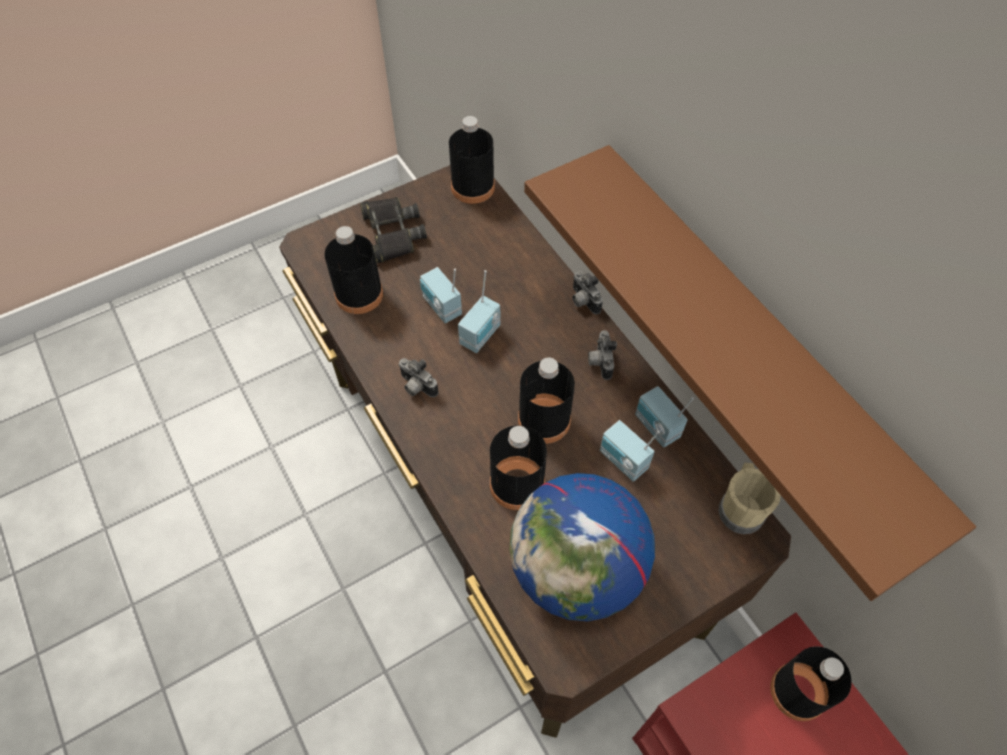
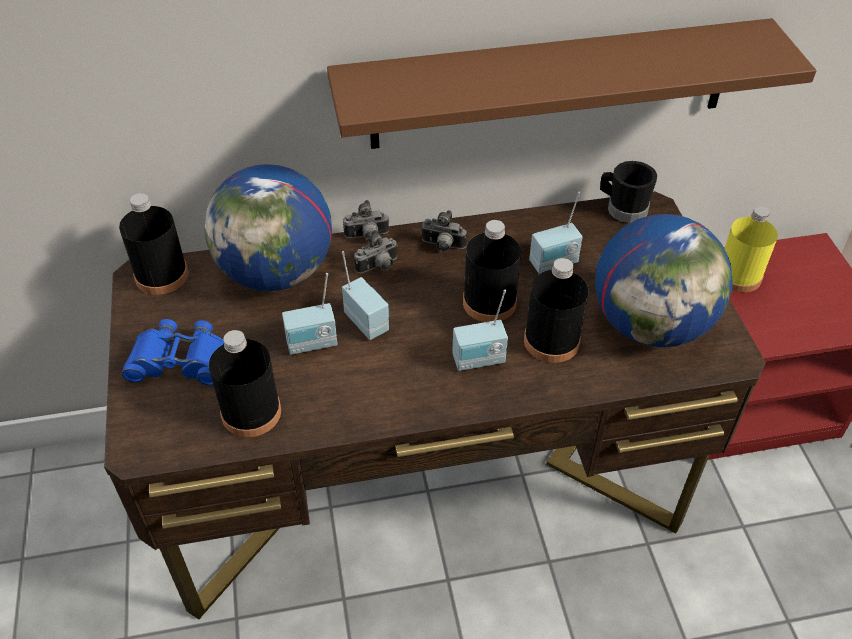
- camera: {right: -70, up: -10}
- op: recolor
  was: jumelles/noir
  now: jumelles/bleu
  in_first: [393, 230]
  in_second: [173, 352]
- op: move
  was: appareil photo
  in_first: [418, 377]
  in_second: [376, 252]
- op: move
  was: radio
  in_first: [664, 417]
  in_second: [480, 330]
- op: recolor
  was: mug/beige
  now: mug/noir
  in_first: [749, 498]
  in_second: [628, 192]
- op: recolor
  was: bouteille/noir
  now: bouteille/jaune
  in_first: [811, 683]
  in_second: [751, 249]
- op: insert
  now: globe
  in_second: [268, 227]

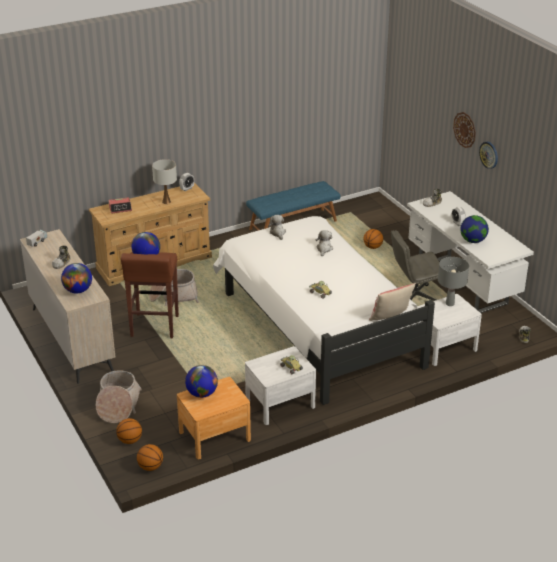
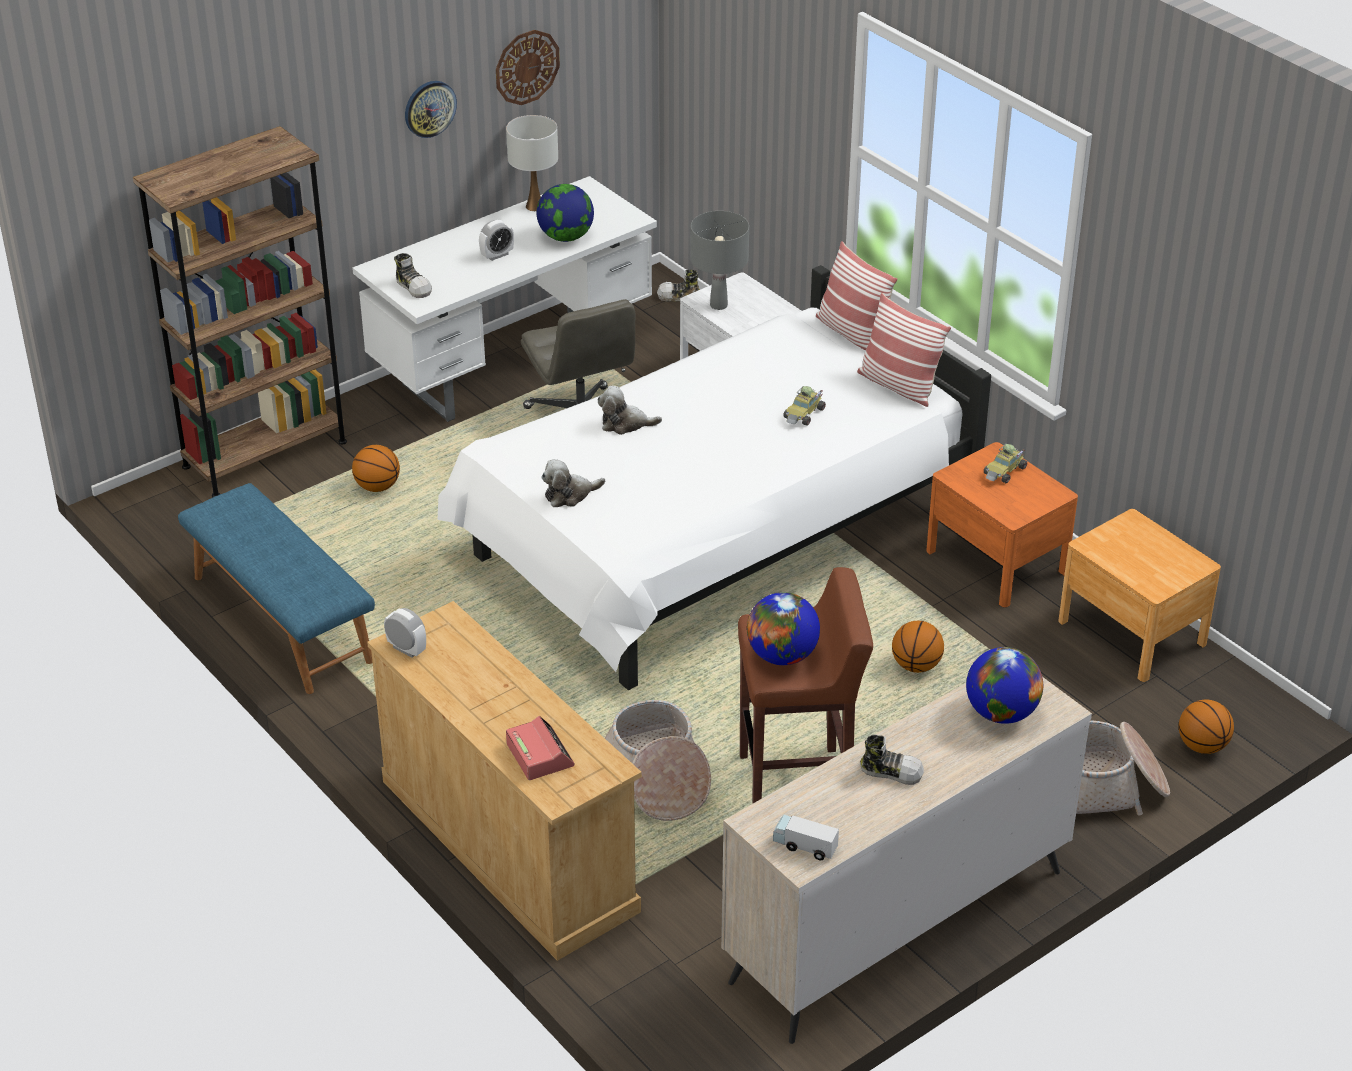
- camera: {right: -100, up: 5}
- op: move
  was: horloge murale
  in_first: [464, 130]
  in_second: [528, 67]
- op: move
  was: lampe de table/blanc
  in_first: [164, 181]
  in_second: [532, 163]
- op: recolor
  was: table de chevet/blanc
  now: table de chevet/orange
  in_first: [280, 385]
  in_second: [1002, 525]
- op: delete
  was: globe
  in_first: [201, 381]
- op: move
  was: ballon de basket
  in_first: [150, 457]
  in_second: [918, 647]
- op: insert
  now: bibliothèque/marron
  in_second: [240, 312]
- op: insert
  now: coussin
  in_second: [904, 350]

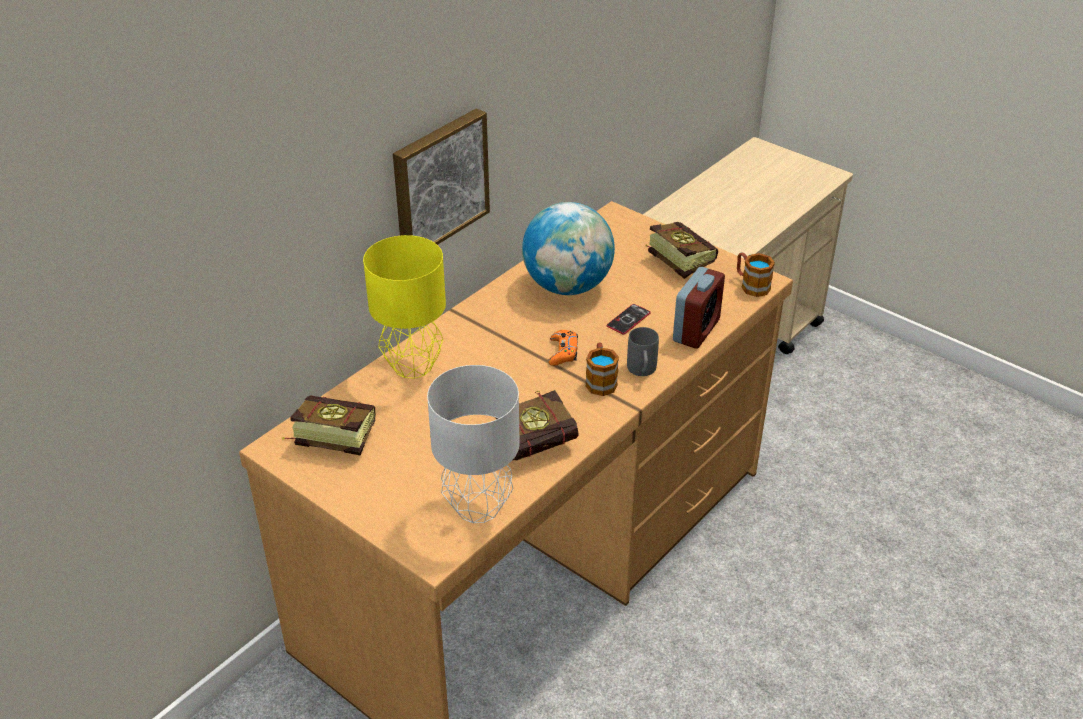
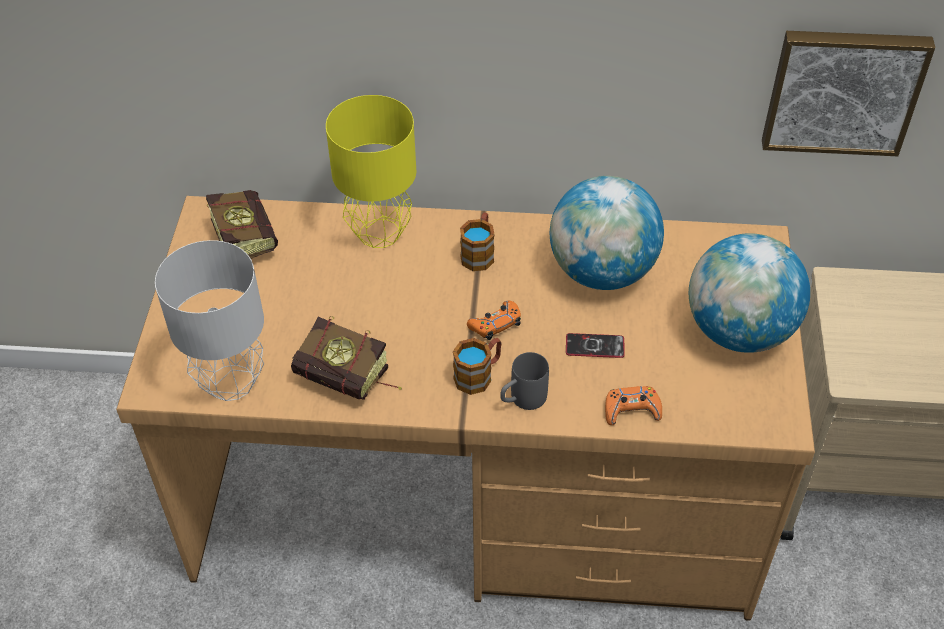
- camera: {right: 55, up: 10}
- op: move
  was: tableau
  in_first: [441, 176]
  in_second: [848, 93]
- op: replace
  was: livre
  now: globe
  in_first: [682, 250]
  in_second: [749, 293]
- op: move
  was: mug
  in_first: [756, 275]
  in_second: [477, 242]
- op: replace
  was: réveil
  now: manette/orange
  in_first: [699, 308]
  in_second: [633, 405]

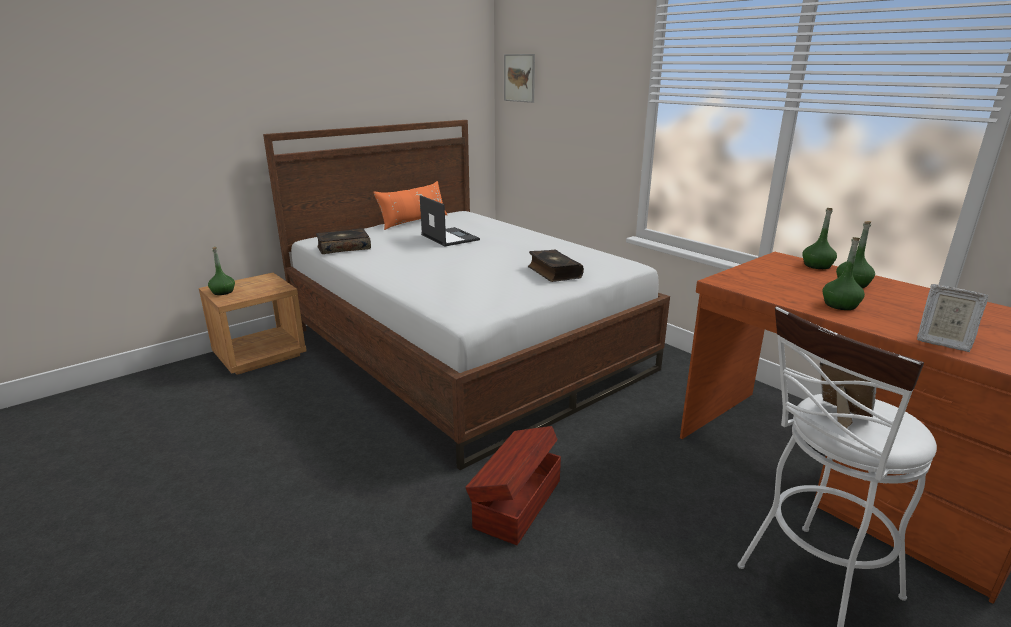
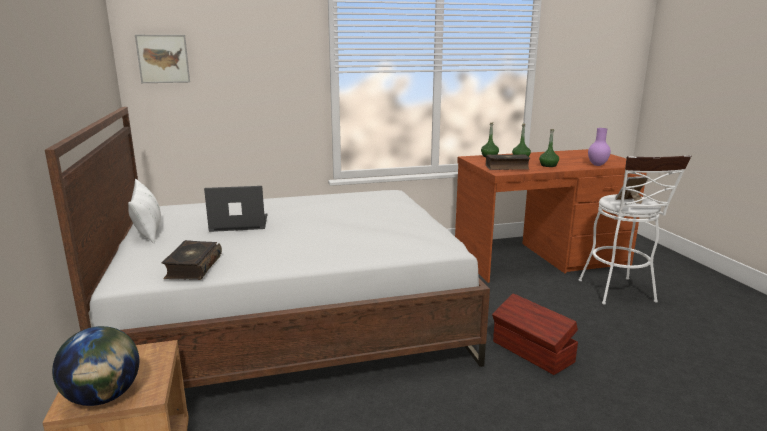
- camera: {right: -65, up: -5}
- op: recolor
  was: coussin/orange
  now: coussin/blanc
  in_first: [410, 205]
  in_second: [144, 211]
- op: replace
  was: bouteille/vert
  now: globe
  in_first: [221, 271]
  in_second: [95, 366]
- op: move
  was: livre
  in_first: [556, 266]
  in_second: [508, 162]
- op: replace
  was: cadre photo
  now: vase/violet
  in_first: [953, 318]
  in_second: [599, 147]

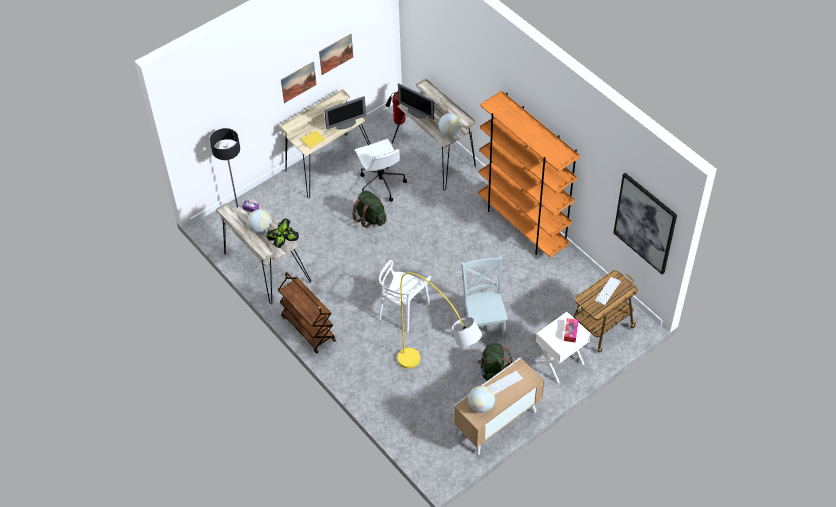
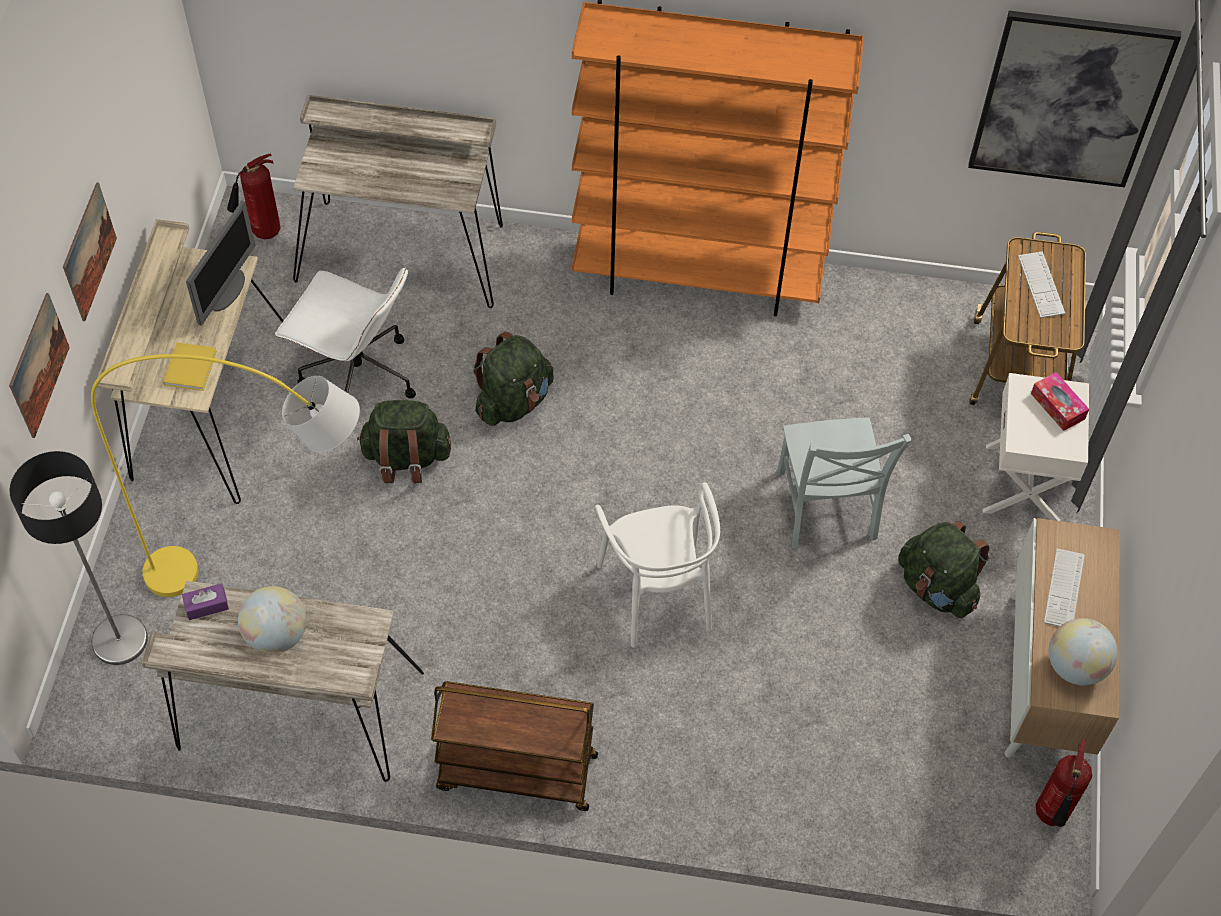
- camera: {right: -45, up: 5}
- op: move
  was: tableau
  in_first: [336, 54]
  in_second: [39, 365]
- op: delete
  was: écran d'ordinateur
  in_first: [416, 101]
- op: delete
  was: globe
  in_first: [450, 124]
- op: delete
  was: plante en pot
  in_first: [282, 233]
- op: rotate
  was: chaise/gris
  in_first: [484, 297]
  in_second: [844, 482]
  clockwise: -135
- op: move
  was: lampadaire/jaune
  in_first: [440, 320]
  in_second: [225, 475]
- op: insert
  now: sac à dos/vert
  in_second: [513, 379]
- op: insert
  now: extincteur
  in_second: [1064, 783]

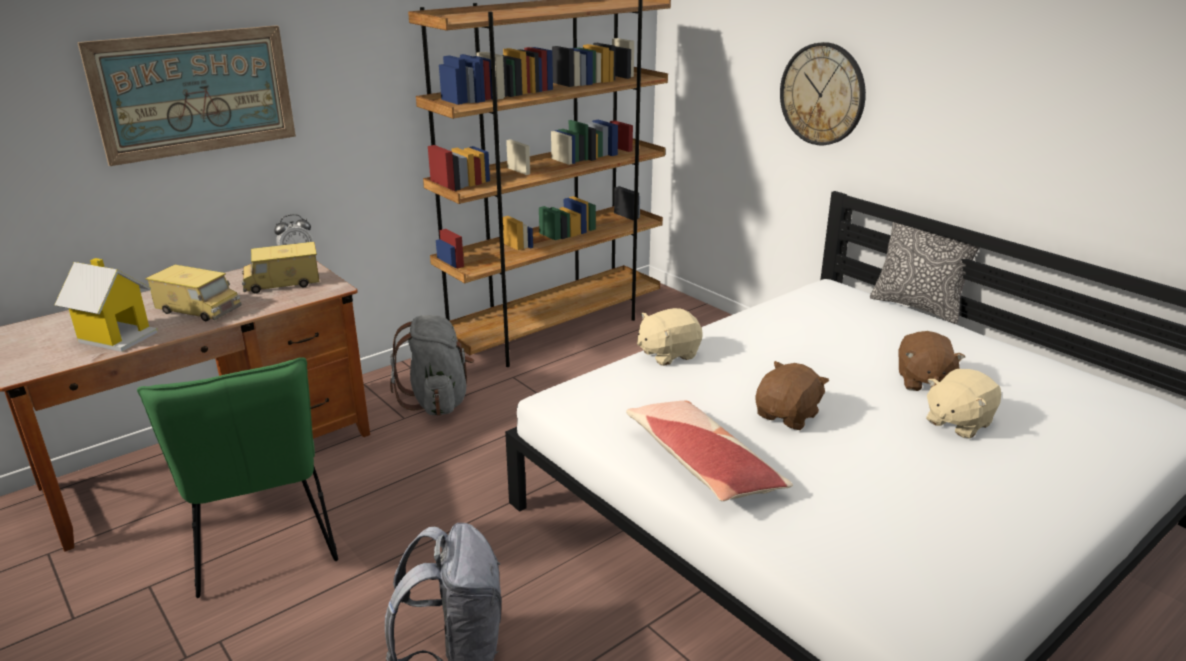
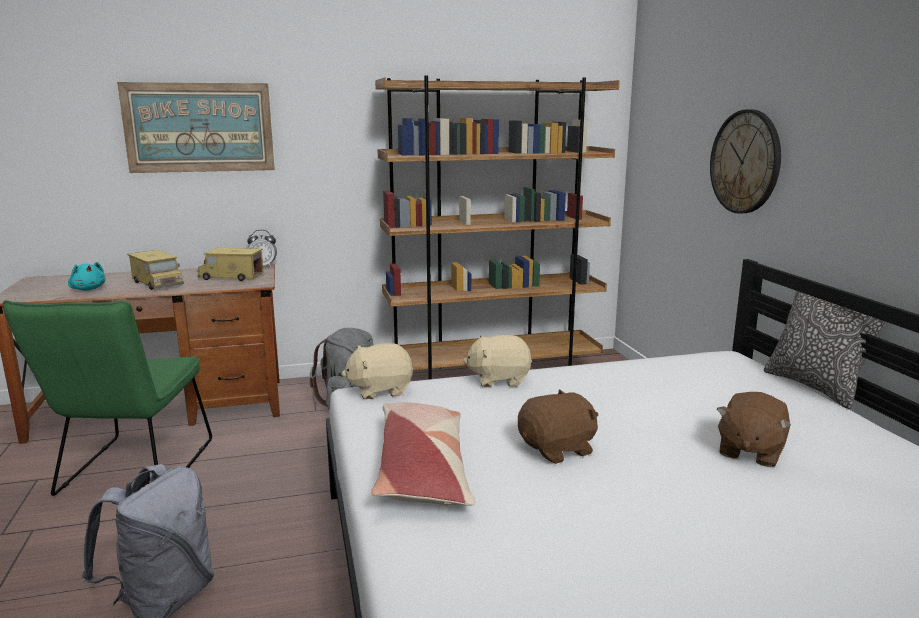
- camera: {right: 25, up: -10}
- op: replace
  was: maison miniature
  now: peluche/turquoise
  in_first: [106, 305]
  in_second: [87, 276]
- op: move
  was: peluche/beige
  in_first: [963, 404]
  in_second: [377, 371]

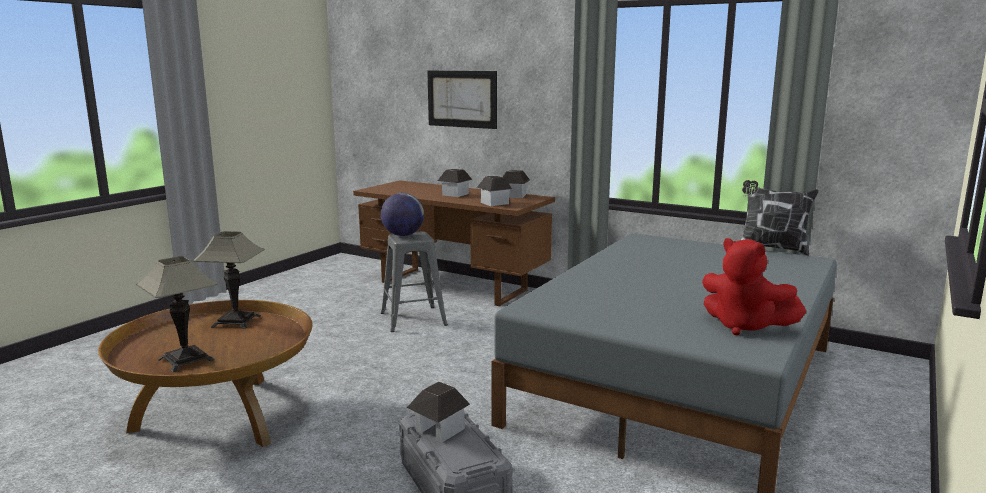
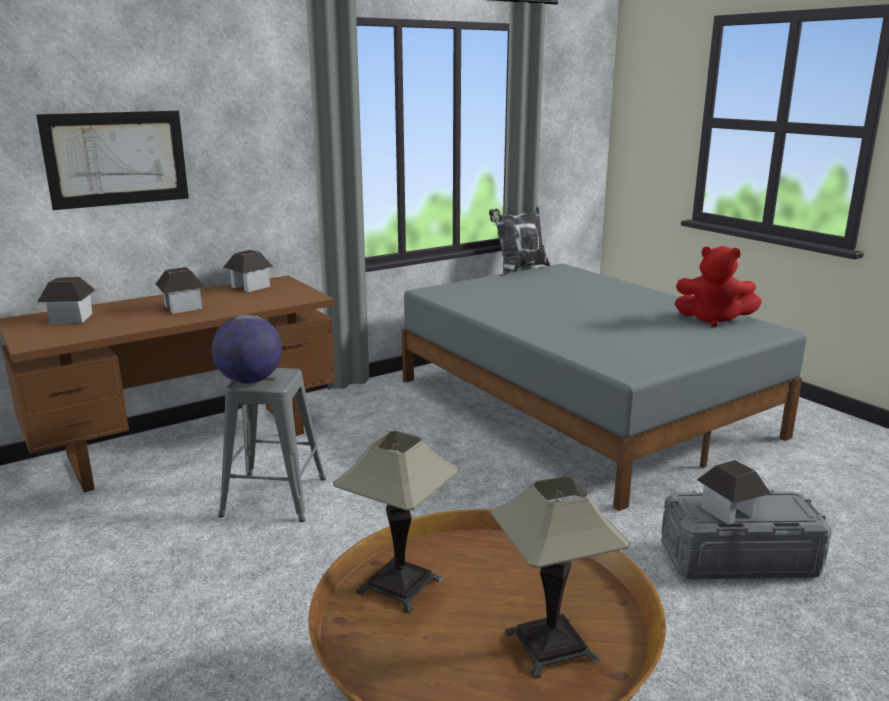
- camera: {right: -65, up: 5}
- op: move
  was: maison miniature
  in_first: [494, 191]
  in_second: [66, 300]
- op: rotate
  was: peluche/rouge
  in_first: [754, 286]
  in_second: [718, 286]
  clockwise: 45

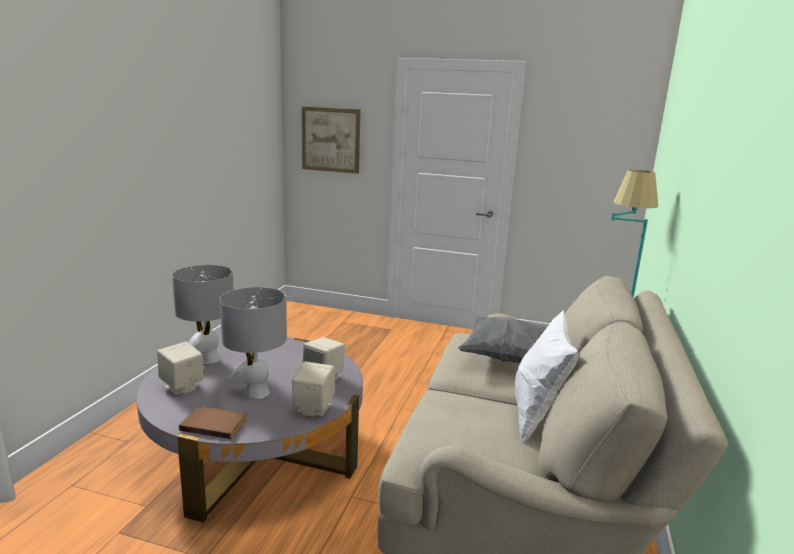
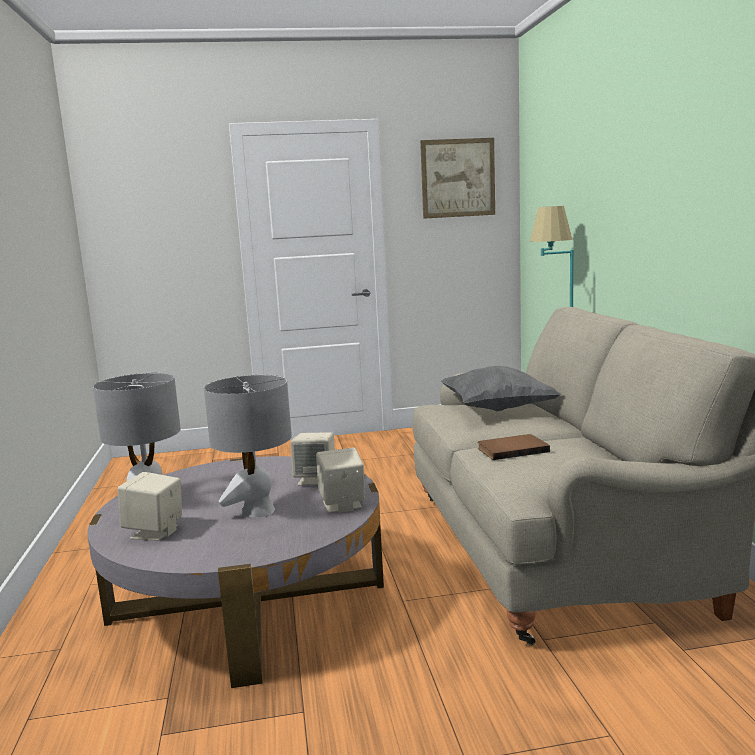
- camera: {right: -25, up: -5}
- op: move
  was: tableau
  in_first: [331, 140]
  in_second: [457, 178]
- op: delete
  was: coussin/blanc
  in_first: [547, 376]
- op: move
  was: livre/marron
  in_first: [213, 422]
  in_second: [514, 447]

